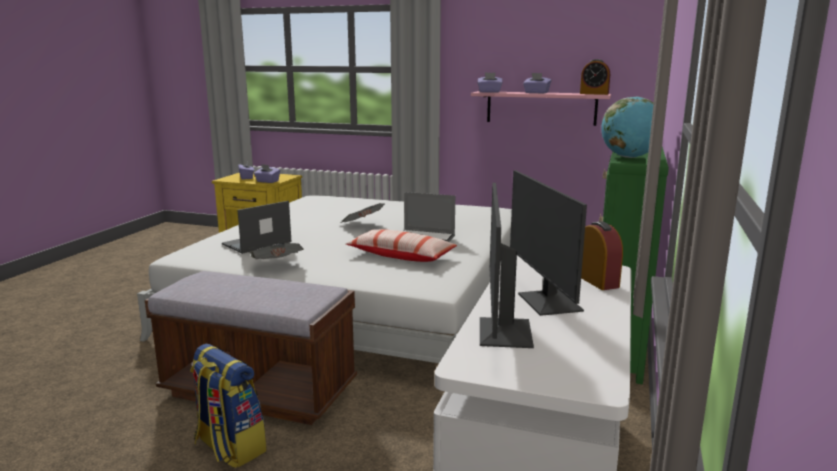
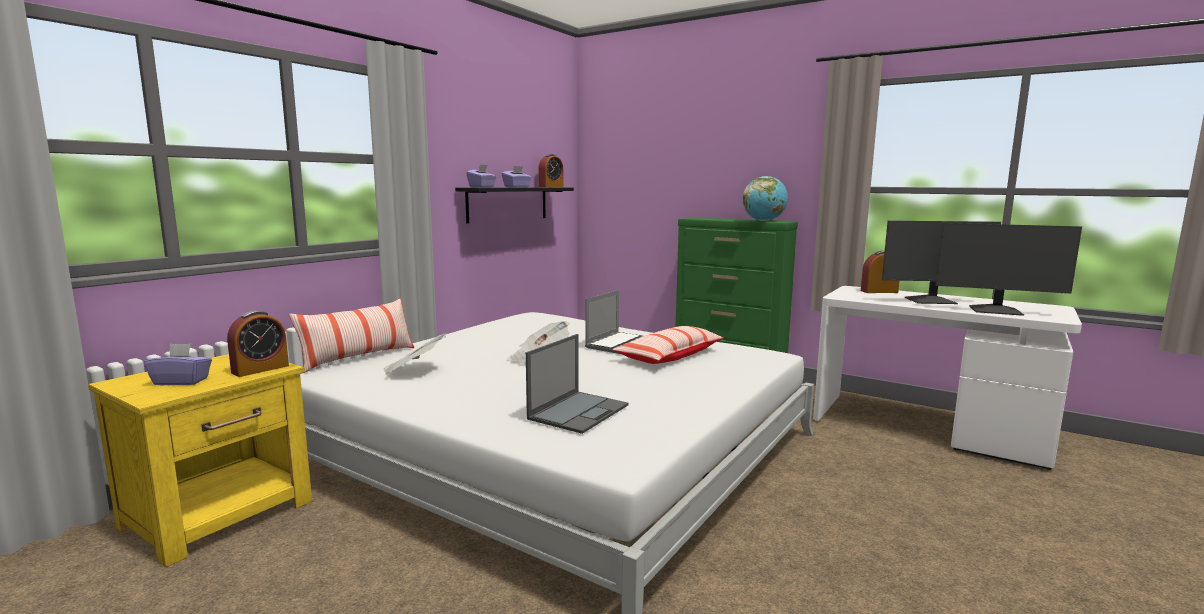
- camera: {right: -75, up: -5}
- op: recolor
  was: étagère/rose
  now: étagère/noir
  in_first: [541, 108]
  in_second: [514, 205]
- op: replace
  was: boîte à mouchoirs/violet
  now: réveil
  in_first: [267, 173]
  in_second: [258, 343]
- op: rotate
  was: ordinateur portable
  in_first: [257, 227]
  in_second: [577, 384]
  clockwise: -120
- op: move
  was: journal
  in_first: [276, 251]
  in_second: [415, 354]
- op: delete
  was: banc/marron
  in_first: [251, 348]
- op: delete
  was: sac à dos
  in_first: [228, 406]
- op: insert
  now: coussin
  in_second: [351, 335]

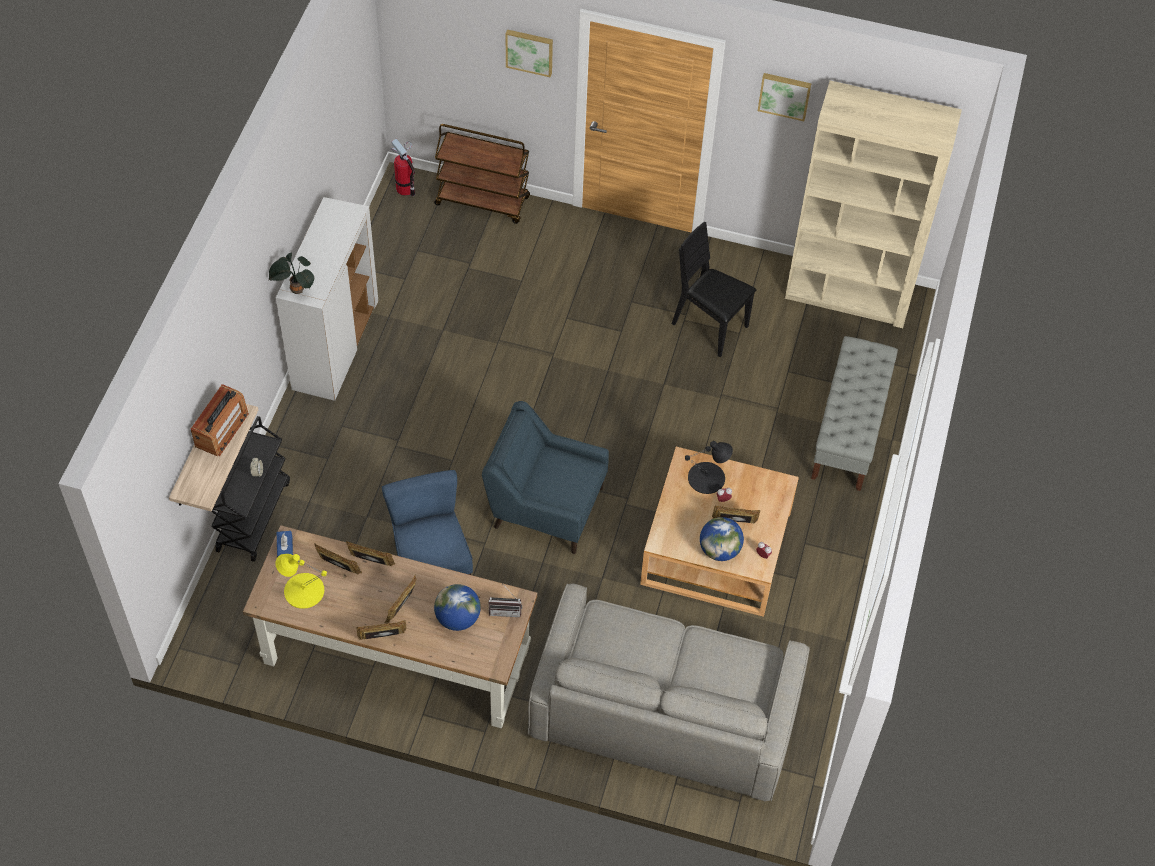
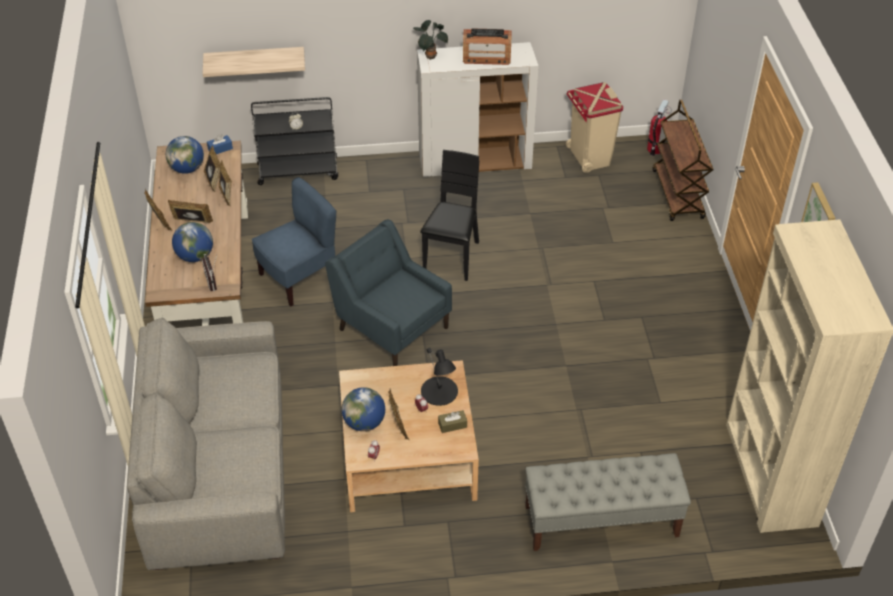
- camera: {right: 70, up: -10}
- op: delete
  was: tableau
  in_first: [529, 53]
- op: move
  was: chaise/noir
  in_first: [714, 289]
  in_second: [449, 215]
- op: move
  was: radio
  in_first: [220, 420]
  in_second: [487, 46]
- op: rotate
  was: fauteuil/bleu
  in_first: [545, 477]
  in_second: [388, 292]
  clockwise: -45
- op: replace
  was: lampe de table/jaune
  now: globe
  in_first: [301, 581]
  in_second: [185, 155]
- op: insert
  now: poubelle/beige
  in_second: [594, 127]
- op: insert
  now: boîte à mouchoirs/marron
  in_second: [452, 421]

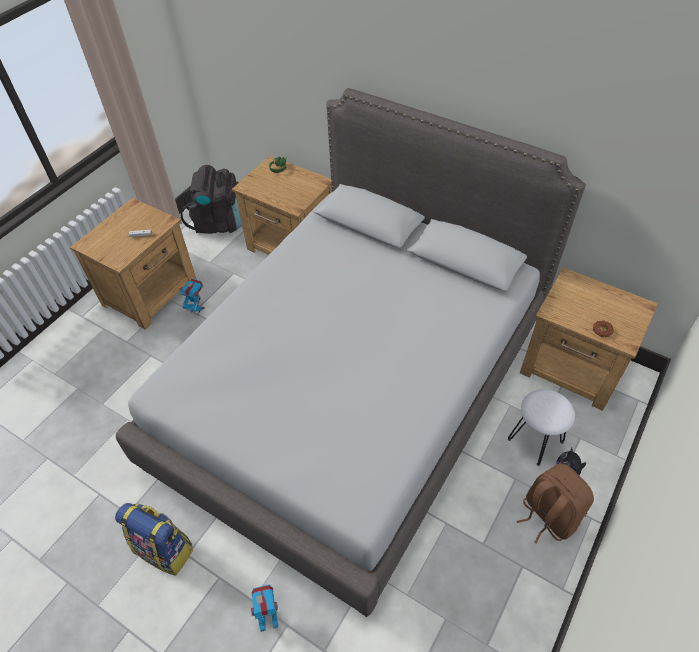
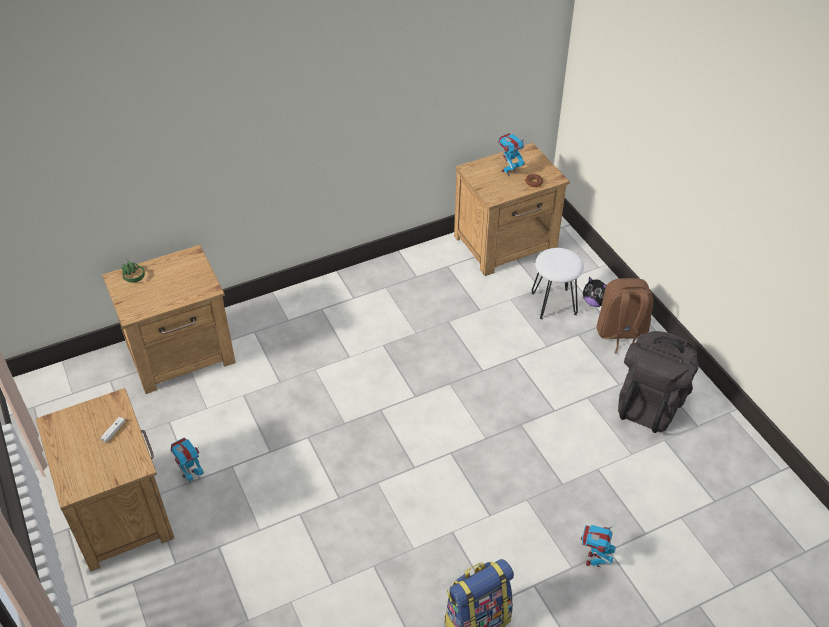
- camera: {right: -60, up: -5}
- op: delete
  was: lit/gris
  in_first: [351, 352]
- op: move
  was: sac à dos/noir
  in_first: [211, 199]
  in_second: [658, 382]
- op: insert
  now: robot jouet
  in_second: [511, 154]

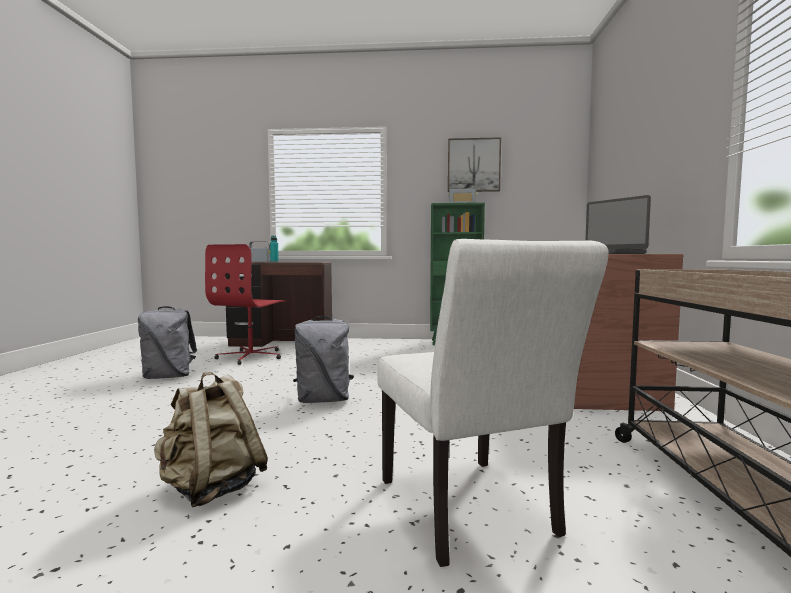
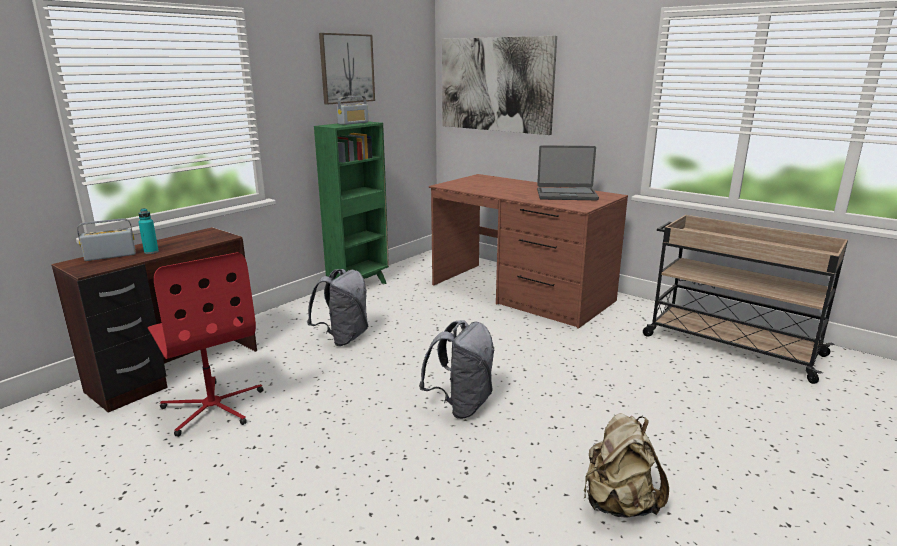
- camera: {right: -55, up: 15}
- op: delete
  was: chaise/blanc
  in_first: [493, 403]
- op: move
  was: sac à dos/gris
  in_first: [167, 342]
  in_second: [337, 307]
- op: insert
  now: tableau
  in_second: [499, 85]

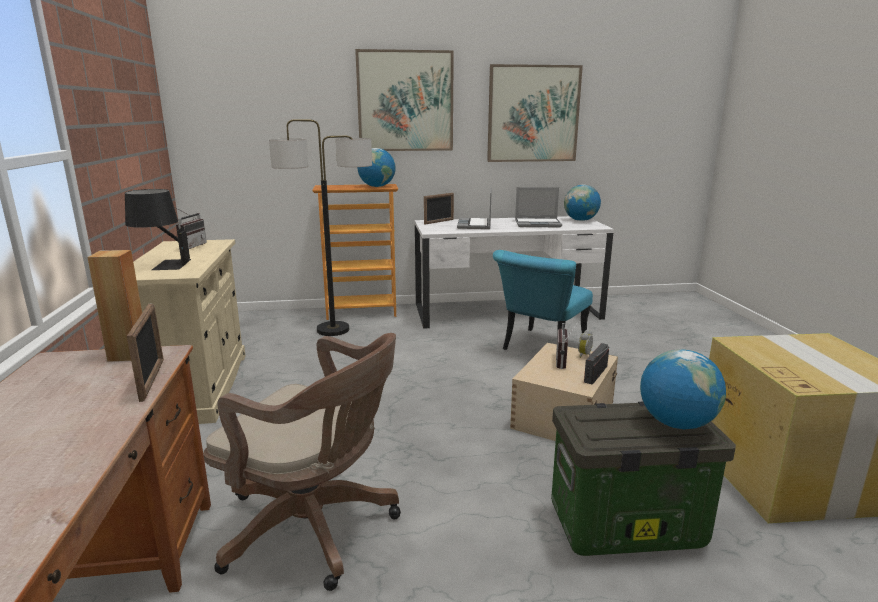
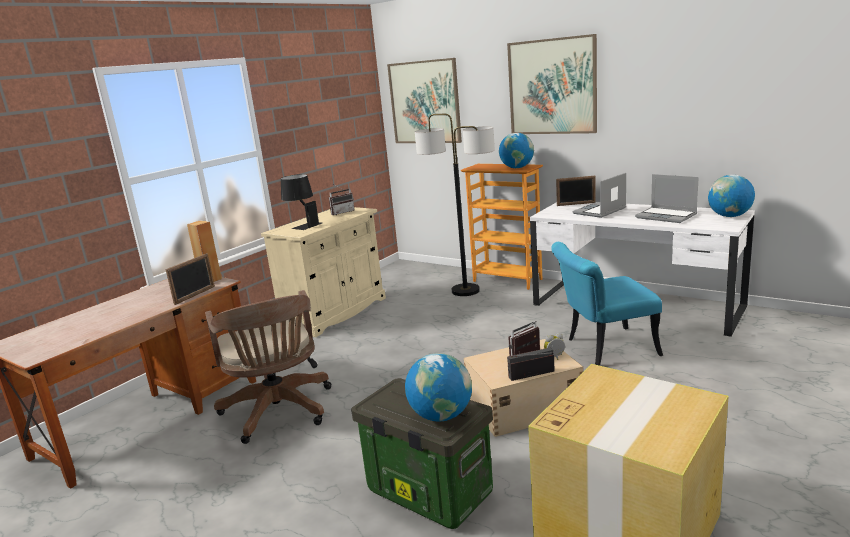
- camera: {right: 45, up: 0}
- op: move
  was: tableau
  in_first: [535, 113]
  in_second: [424, 100]

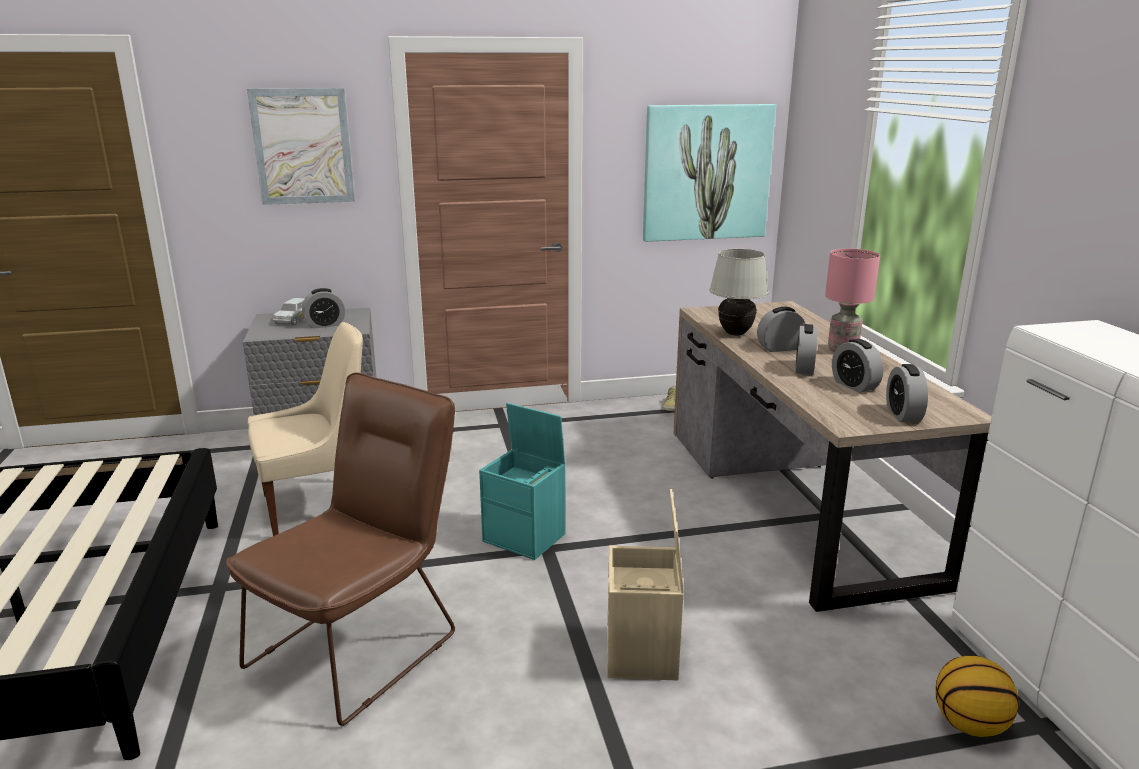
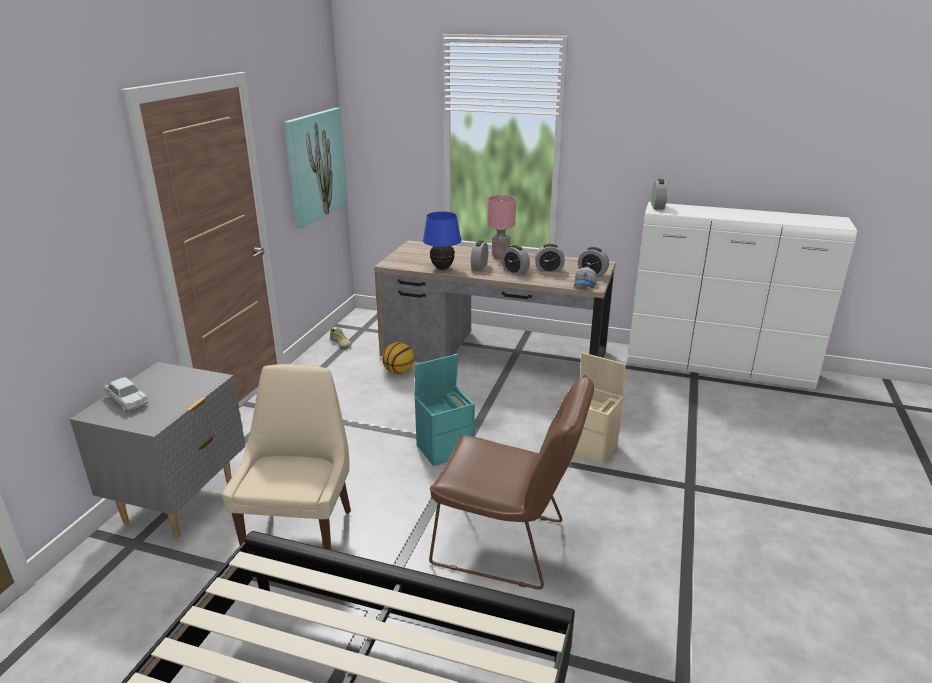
- camera: {right: -60, up: 5}
- op: delete
  was: tableau
  in_first: [301, 146]
- op: recolor
  was: lampe de table/blanc
  now: lampe de table/bleu
  in_first: [739, 292]
  in_second: [442, 241]
- op: move
  was: réveil
  in_first: [323, 308]
  in_second: [659, 194]
- op: rotate
  was: chaise/marron
  in_first: [340, 549]
  in_second: [511, 482]
  clockwise: 135
- op: move
  was: ballon de basket
  in_first: [977, 696]
  in_second: [398, 358]
- op: insert
  now: casquette
  in_second: [585, 277]

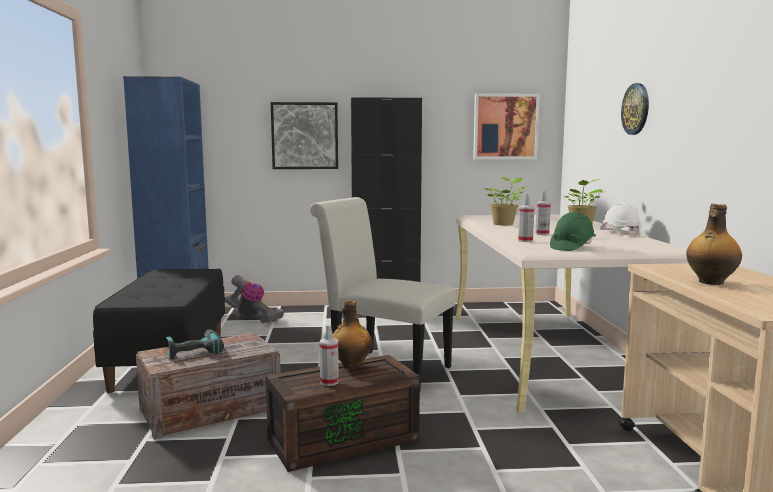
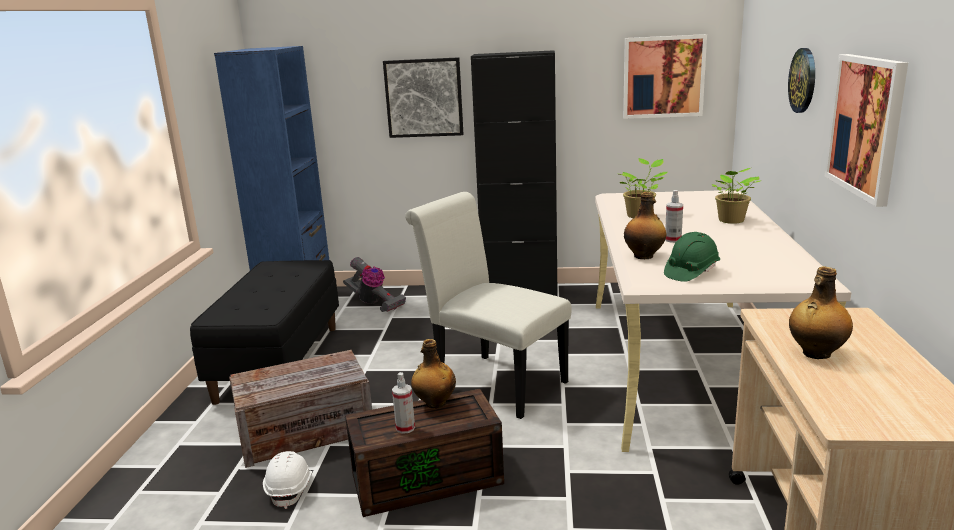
- camera: {right: 10, up: 10}
- op: replace
  was: vaporisateur
  now: bouteille
  in_first: [526, 218]
  in_second: [645, 225]
- op: move
  was: casque de chantier/blanc
  in_first: [621, 220]
  in_second: [287, 480]
- op: delete
  was: perceuse
  in_first: [195, 344]
- op: insert
  now: tableau
  in_second: [866, 130]

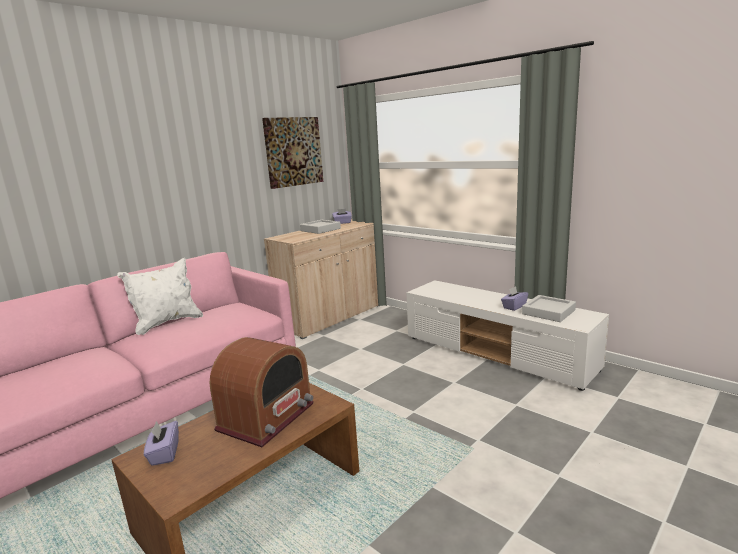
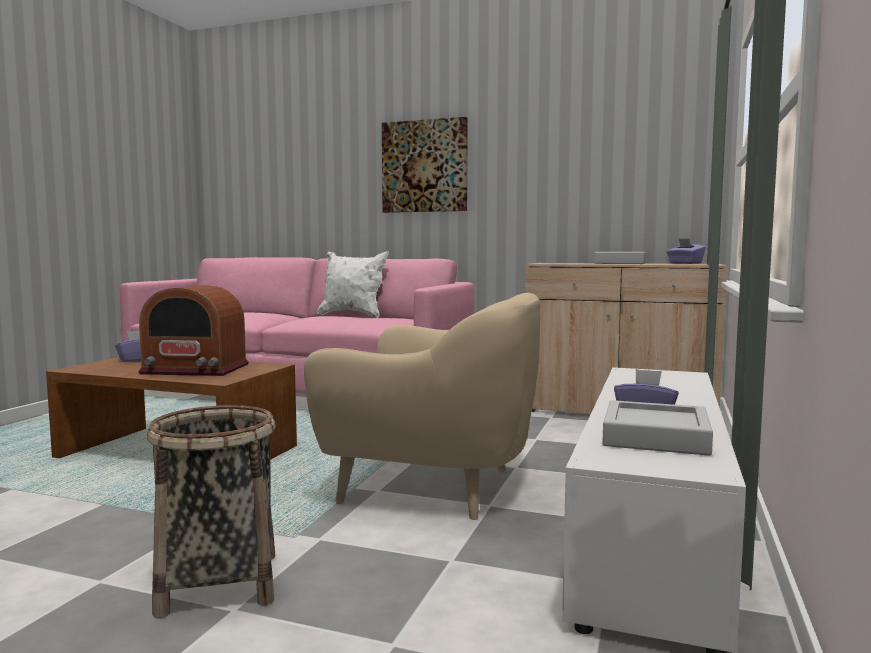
- camera: {right: 65, up: -10}
- op: move
  was: tableau
  in_first: [292, 153]
  in_second: [425, 165]
- op: insert
  now: fauteuil/beige
  in_second: [422, 406]
- op: insert
  now: panier
  in_second: [211, 511]

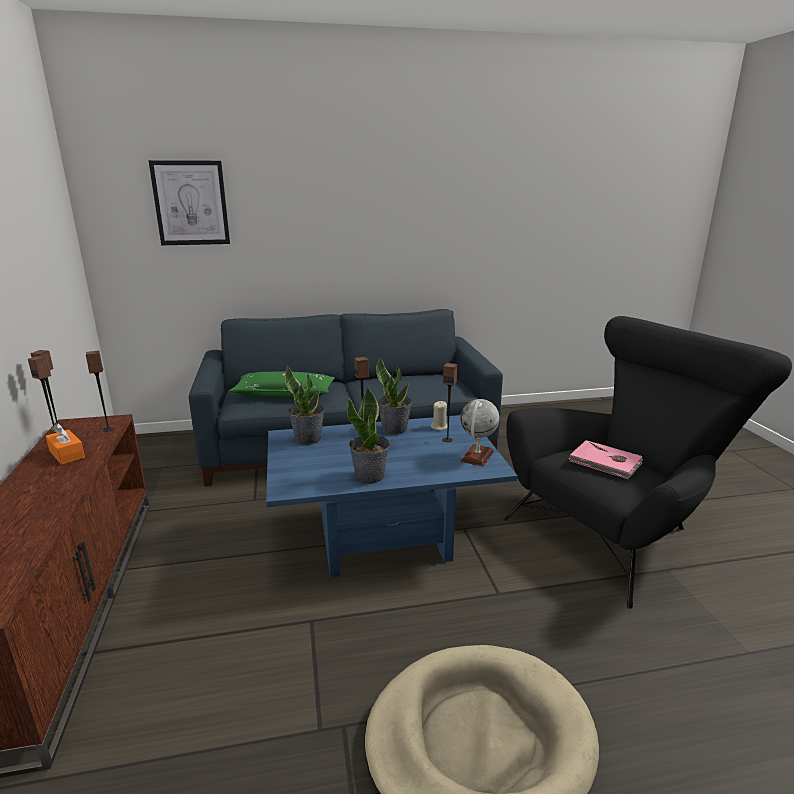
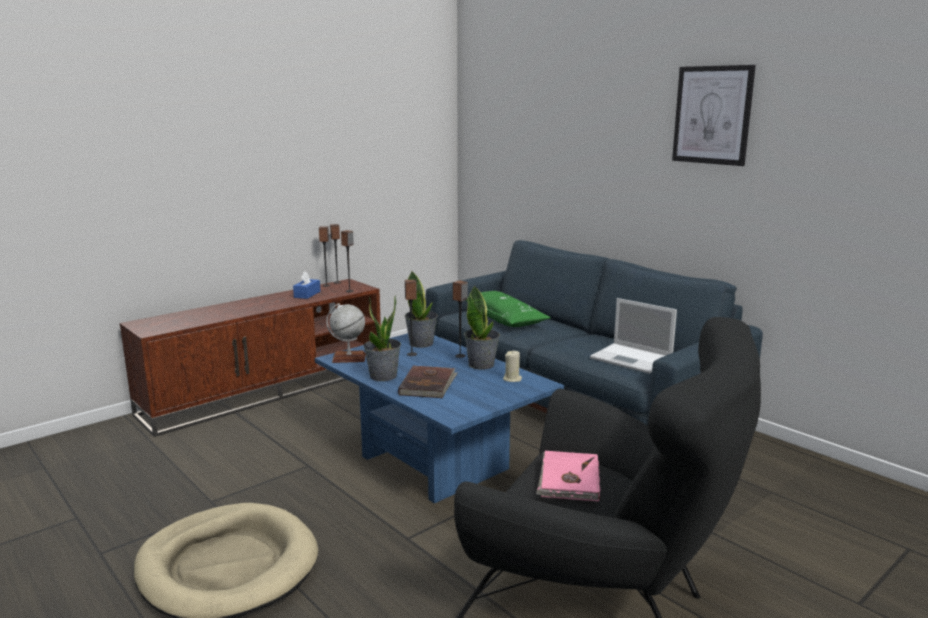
- camera: {right: 60, up: -5}
- op: move
  was: tableau
  in_first: [189, 202]
  in_second: [714, 115]
- op: move
  was: enceinte
  in_first: [450, 402]
  in_second: [411, 318]
- op: move
  was: globe
  in_first: [479, 433]
  in_second: [346, 333]
- op: recolor
  was: boîte à mouchoirs/orange
  now: boîte à mouchoirs/bleu
  in_first: [65, 444]
  in_second: [306, 285]
- op: insert
  now: ordinateur portable
  in_second: [633, 336]
- op: insert
  now: livre/marron
  in_second: [427, 381]

